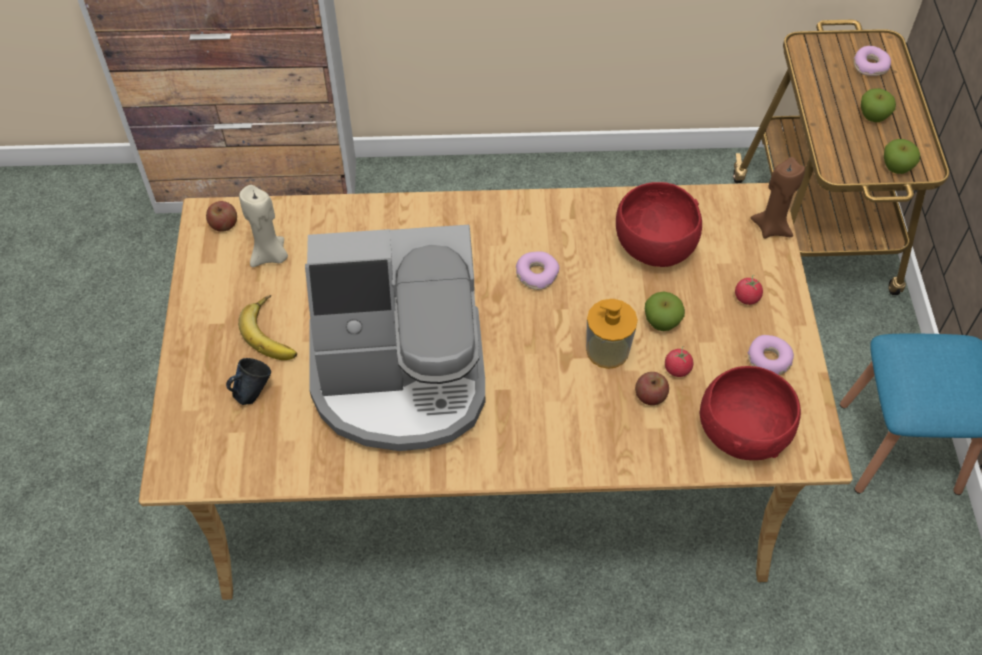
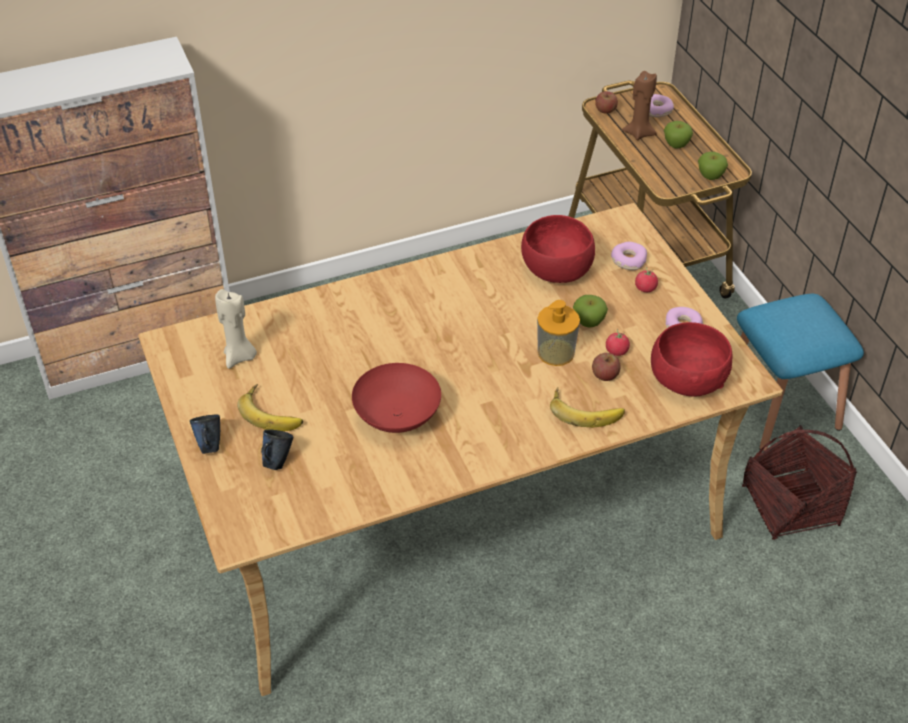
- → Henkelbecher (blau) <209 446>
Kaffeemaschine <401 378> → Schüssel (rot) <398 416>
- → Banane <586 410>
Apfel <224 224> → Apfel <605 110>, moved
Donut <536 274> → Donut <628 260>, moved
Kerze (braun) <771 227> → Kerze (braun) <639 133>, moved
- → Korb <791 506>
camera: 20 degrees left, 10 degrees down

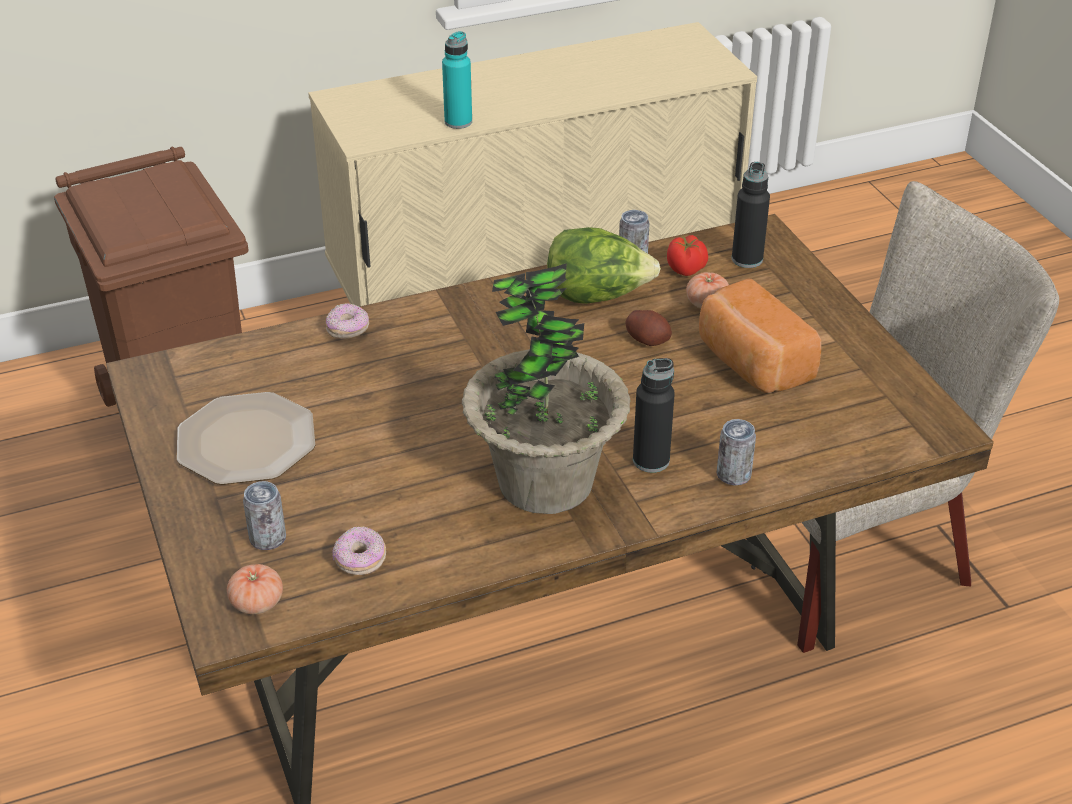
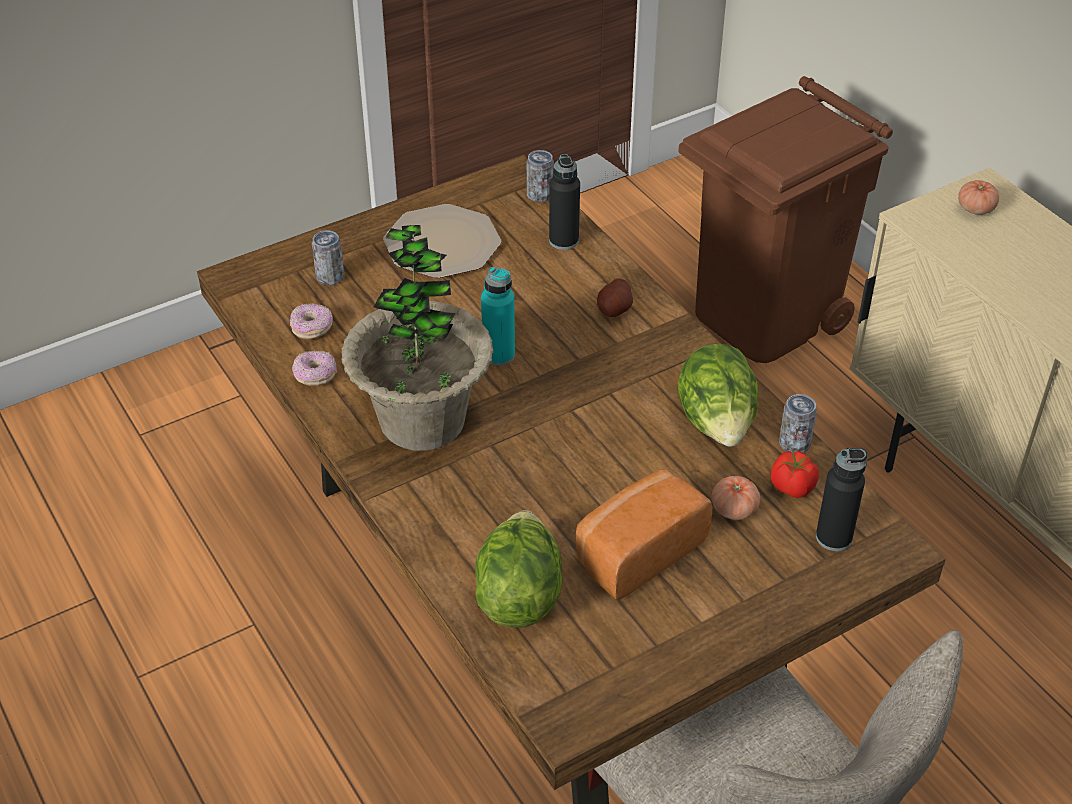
Donut <348 330> → Donut <315 376>, moved
- → Salatkopf <518 595>
Flasche (türkis) <458 122> → Flasche (türkis) <498 355>, moved
Dose <733 475> → Dose <540 195>, moved
Flasche (schwarz) <651 460> → Flasche (schwarz) <563 241>, moved
Kartoffel <648 340> → Kartoffel <614 309>, moved
Tomate <257 602> → Tomate <975 209>, moved
camera: 80 degrees right, 5 degrees up

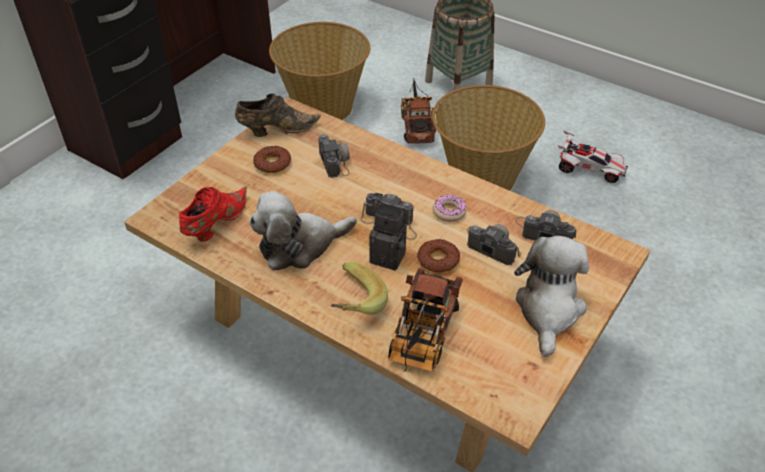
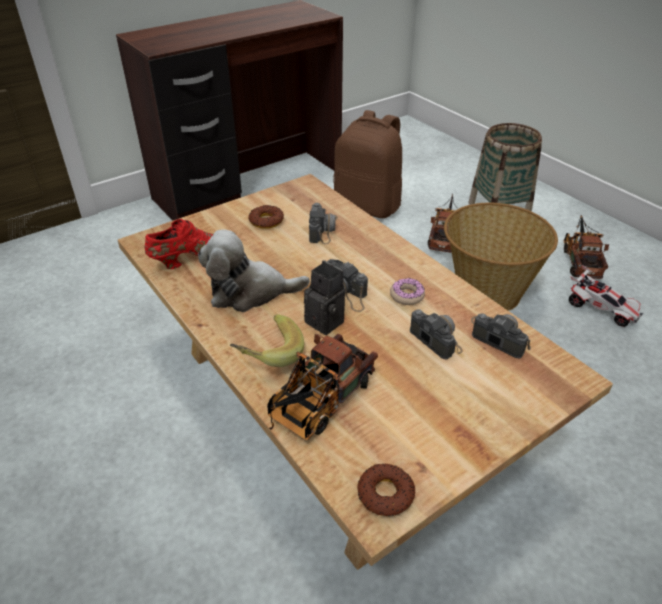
Korb <323 106> → Rucksack (braun) <368 206>
Donut <438 260> → Donut <385 493>, moved
- → Spielzeuglaster <580 260>
Schuh (braun) <276 130> → -
Plüschtier <548 310> → -
camera: 20 degrees right, 5 degrees down

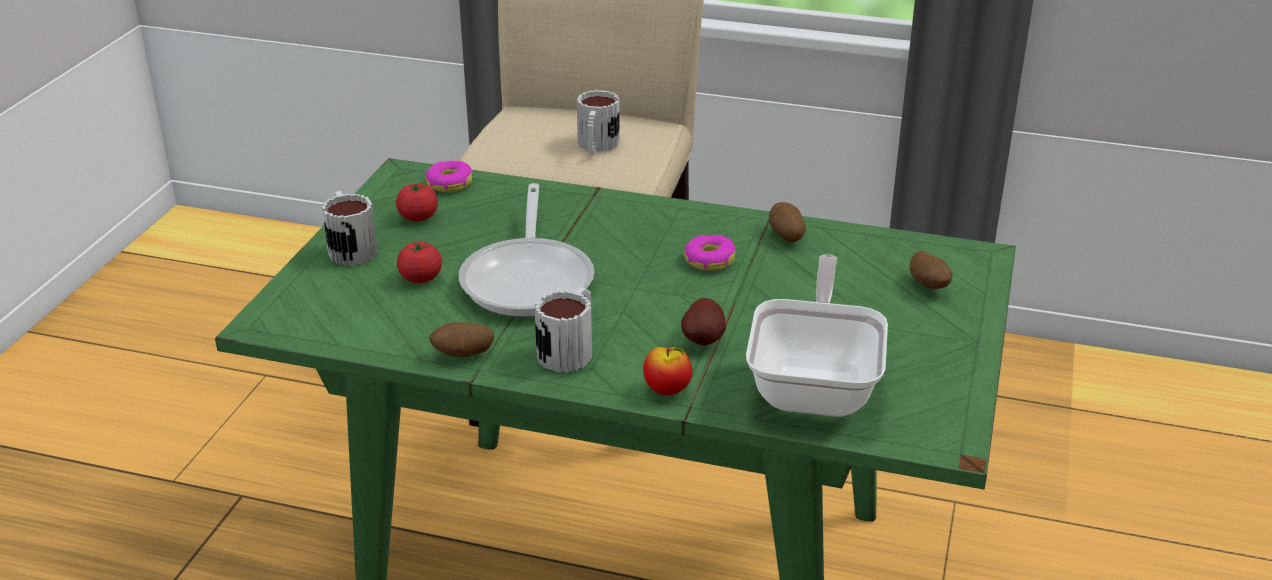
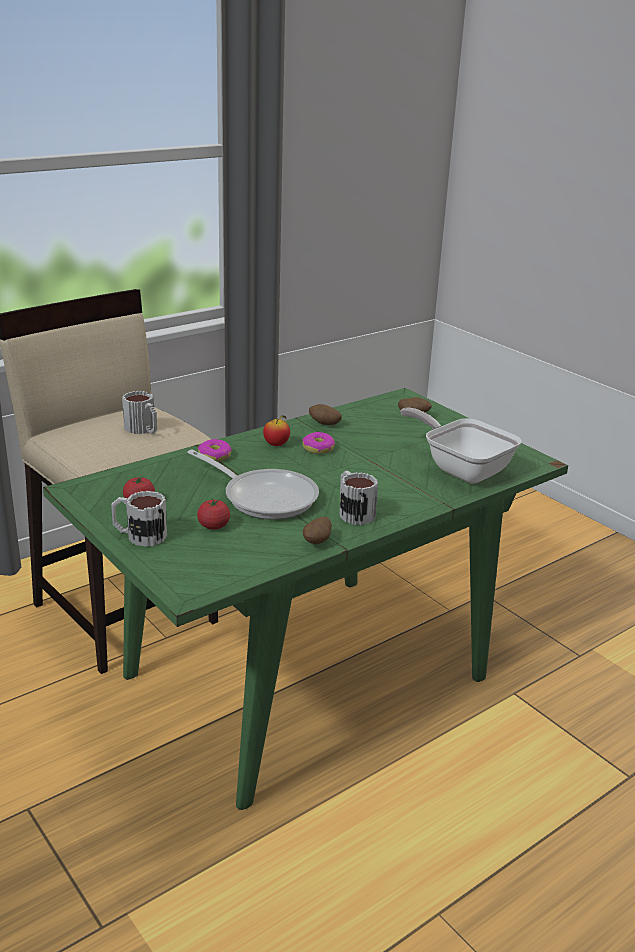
Donut <449 183> → Donut <214 456>, moved
Apfel <667 390> → Apfel <276 444>, moved
Kartoffel <704 340> → -
camera: 55 degrees left, 5 degrees down

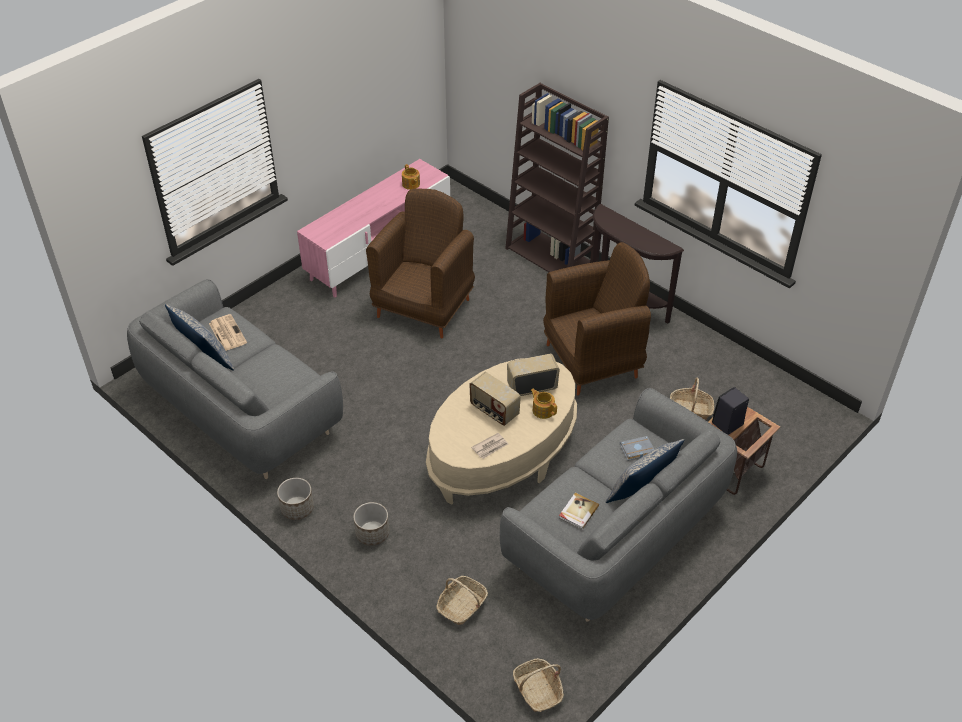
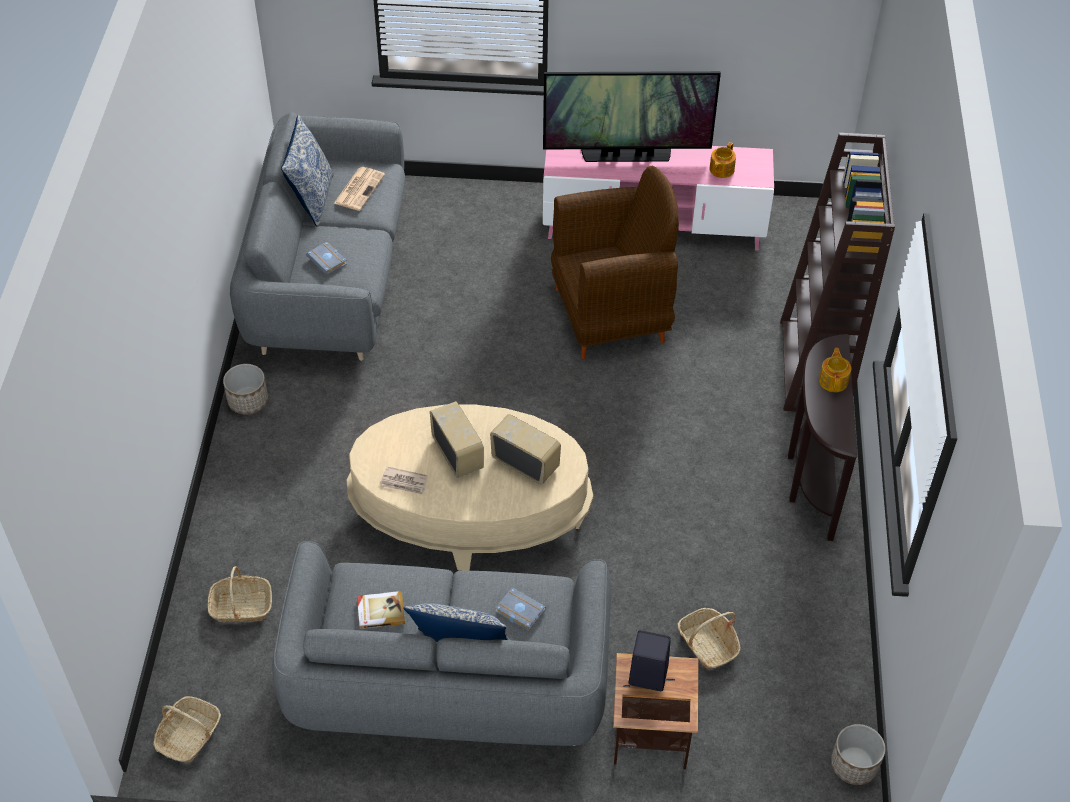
- → Buch (grau) <328 261>
Radio <494 411> → Radio <458 454>, 150 degrees clockwise
- → Fernseher <626 155>
Teekanne <543 410> → Teekanne <833 380>, moved
Pflanzkübel <372 533> → Pflanzkübel <854 765>, moved
Sessel (braun) <593 360> → -
camera: 50 degrees right, 5 degrees up

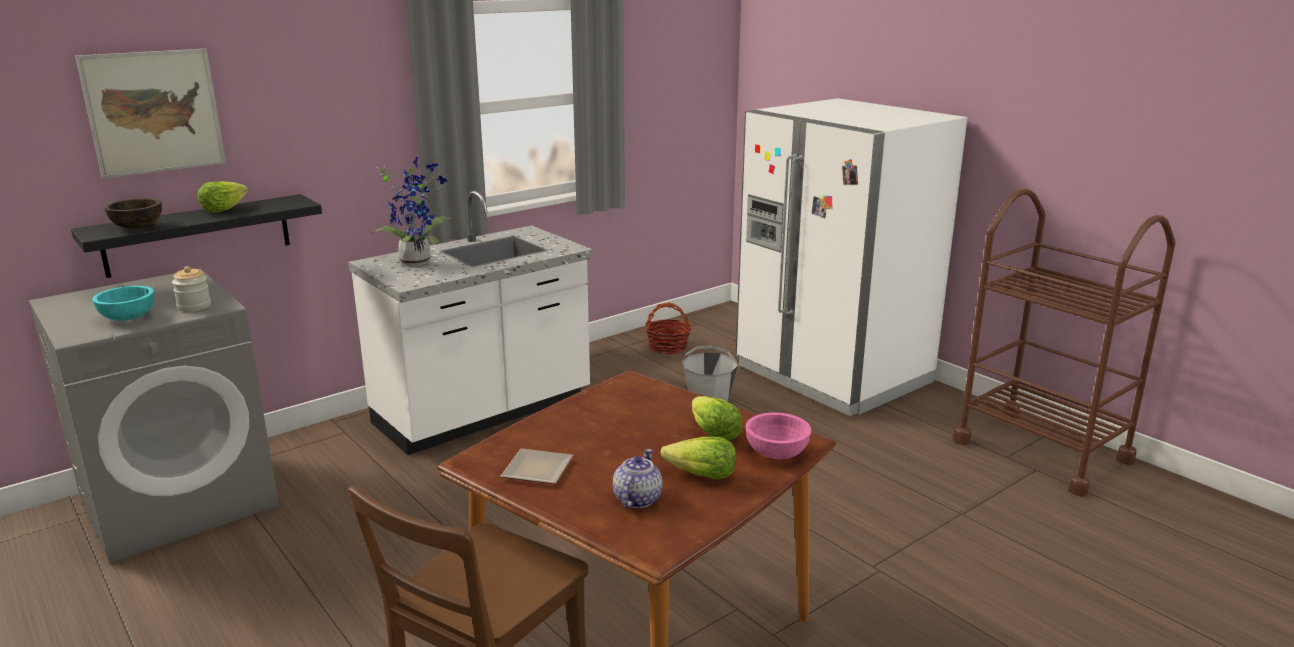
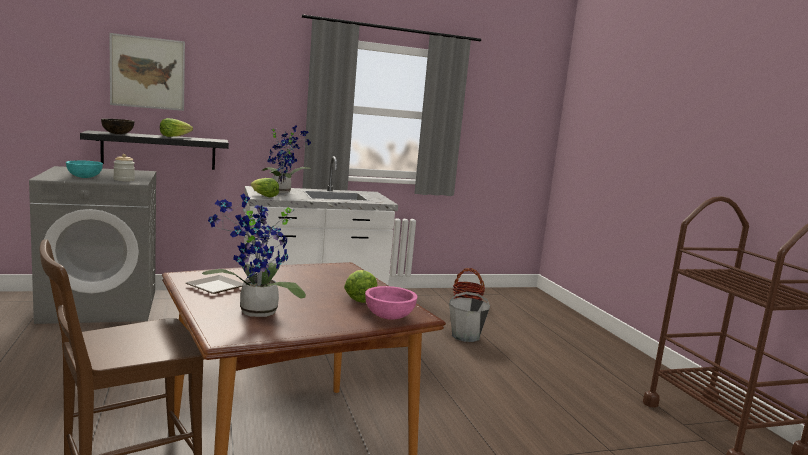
Teekanne <636 499> → Topfpflanze <254 313>
Salatkopf <701 475> → Salatkopf <263 196>, moved
Kühlschrank (weiß) <832 375> → -
camera: 20 degrees right, 10 degrees down

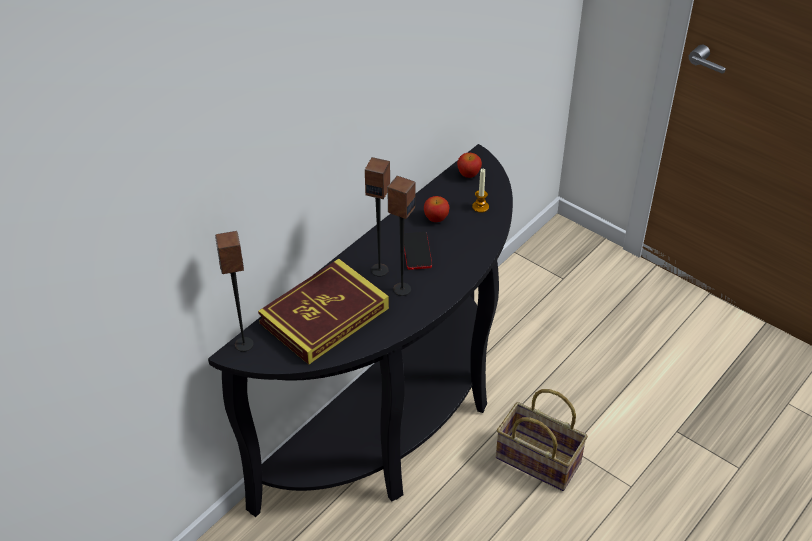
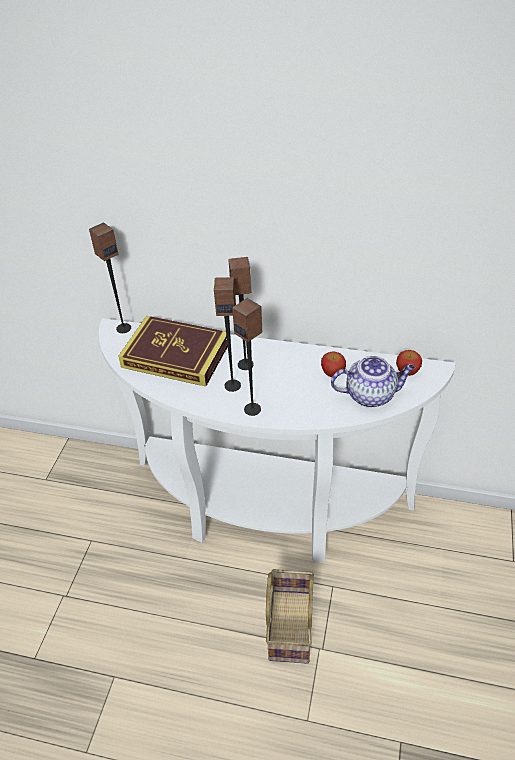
Konsolentisch (schwarz) <399 425> → Konsolentisch (weiß) <265 511>
- → Lautsprecher <252 409>
Kerze <480 207> → Teekanne <371 395>
Handy <417 251> → -
camera: 65 degrees right, 0 degrees up

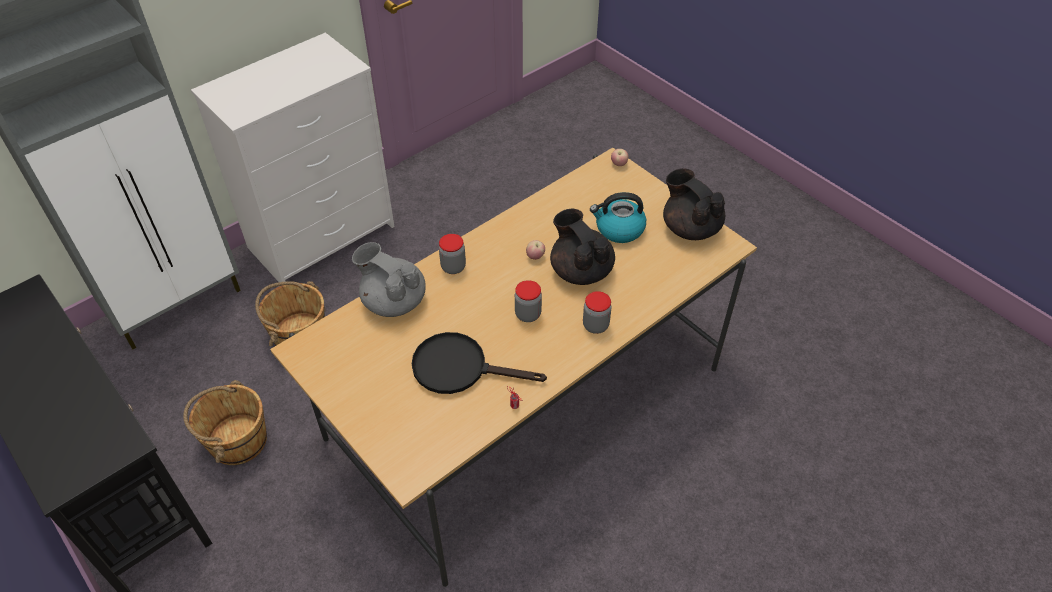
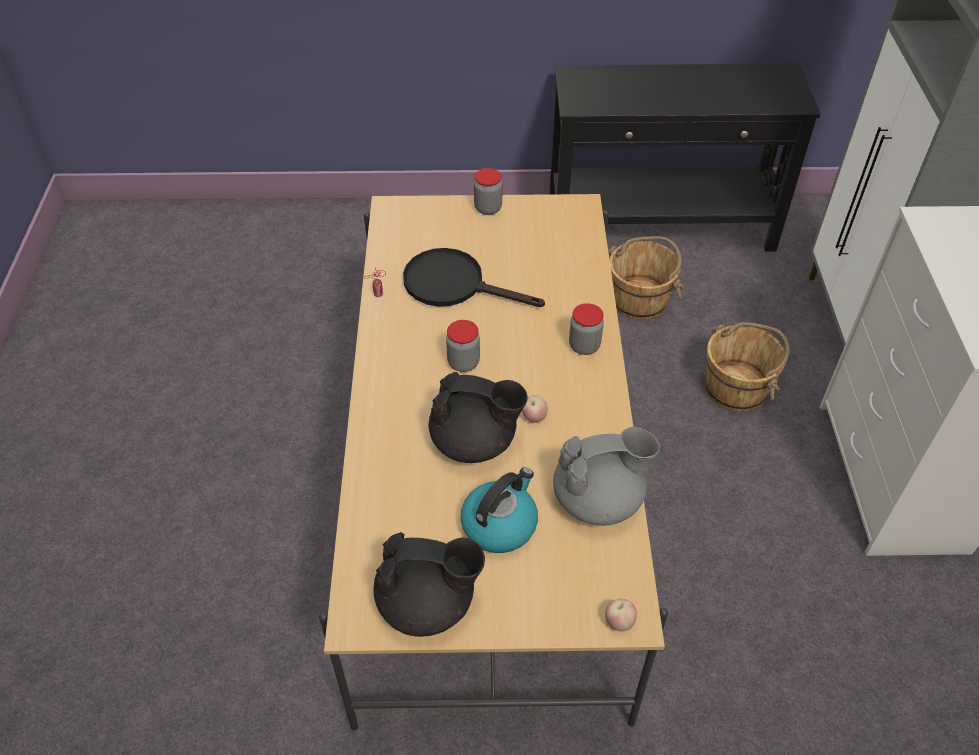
Pfanne (schwarz) <460 368> → Pfanne (schwarz) <455 285>, 120 degrees counterclockwise
Vorratsglas <595 325> → Vorratsglas <488 208>, moved
Teekanne (grau) <393 301> → Teekanne (grau) <599 499>, moved
camera: 130 degrees right, 0 degrees up

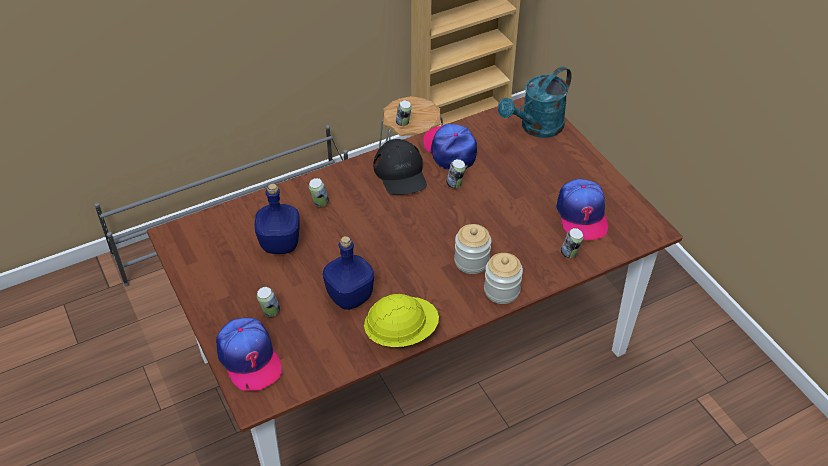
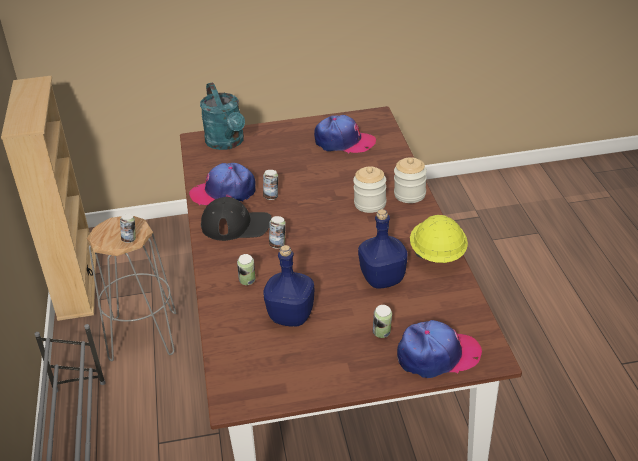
Dose <570 254> → Dose <278 245>, moved
camera: 70 degrees left, 10 degrees down

